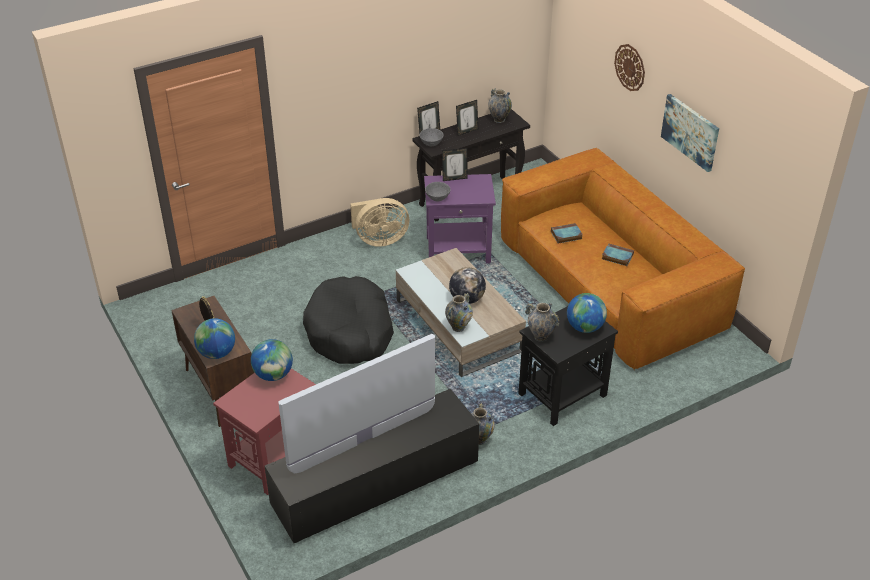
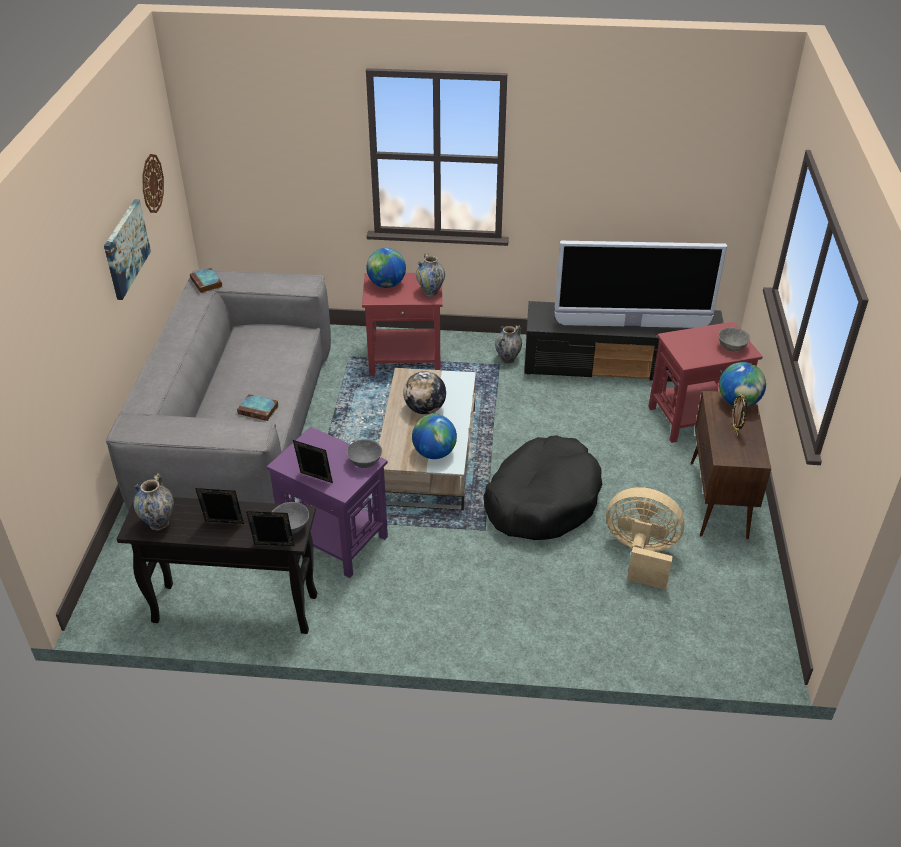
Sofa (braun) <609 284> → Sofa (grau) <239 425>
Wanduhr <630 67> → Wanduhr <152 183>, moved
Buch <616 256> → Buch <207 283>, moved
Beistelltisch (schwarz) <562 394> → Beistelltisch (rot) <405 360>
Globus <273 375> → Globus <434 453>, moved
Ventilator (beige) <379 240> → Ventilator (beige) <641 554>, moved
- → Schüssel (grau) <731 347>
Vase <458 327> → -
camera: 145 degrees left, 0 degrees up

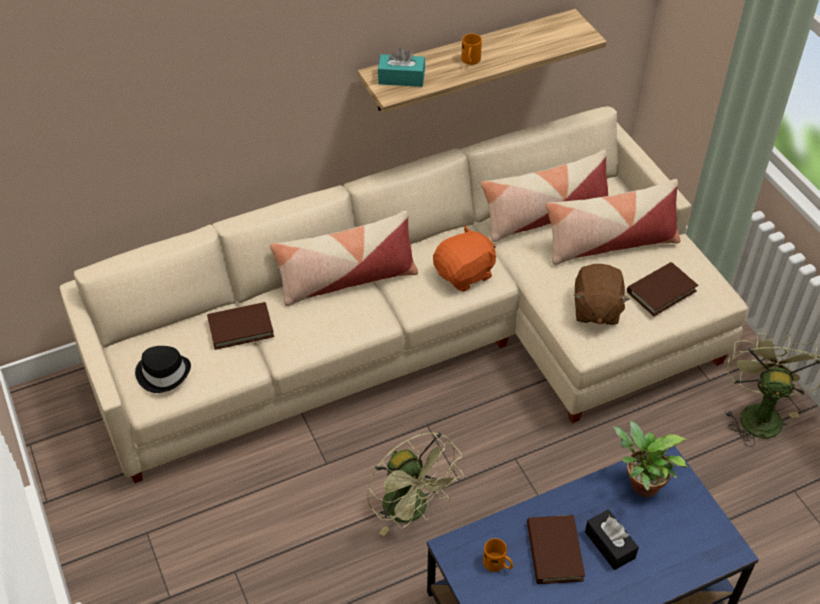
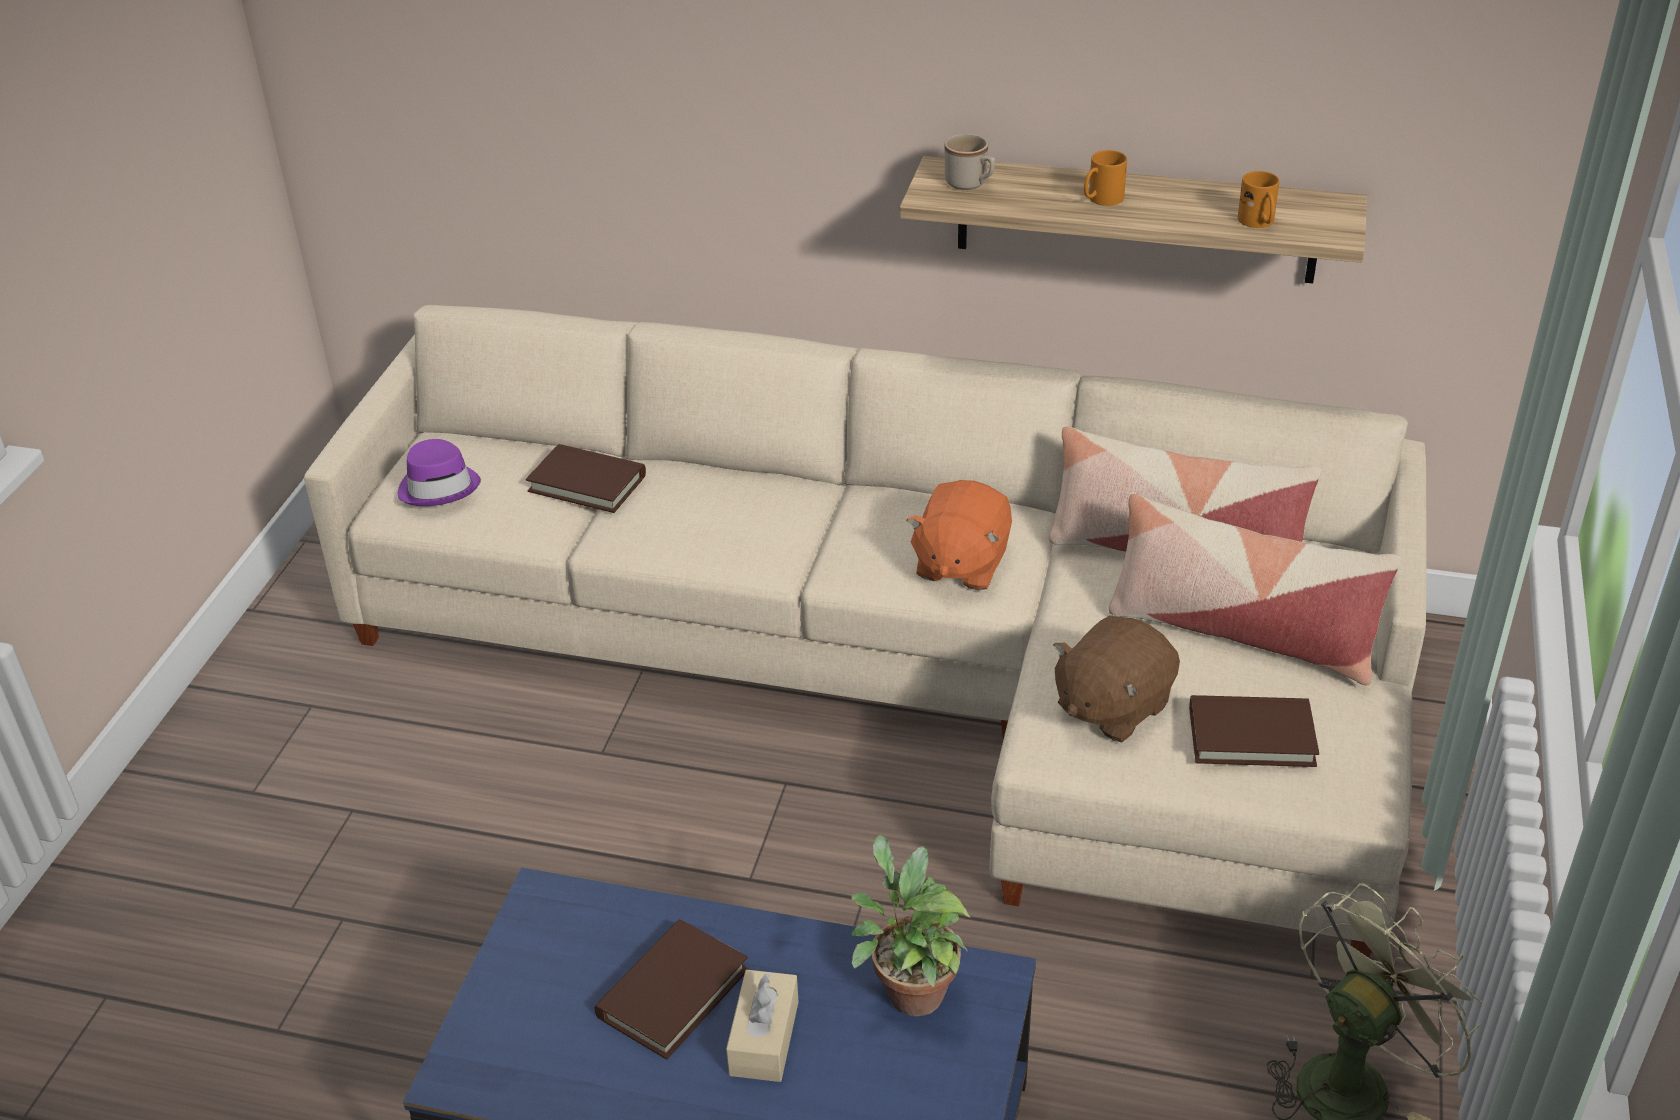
Hut (schwarz) <163 373> → Hut (lila) <439 487>
Taschentuchbox (schwarz) <609 545> → Taschentuchbox (beige) <764 1038>
Plüschtier (orange) <465 274> → Plüschtier (orange) <960 564>, 105 degrees clockwise
Taschentuchbox (türkis) <401 78> → Henkelbecher (beige) <970 184>
Henkelbecher (orange) <498 564> → Henkelbecher (orange) <1259 223>, moved
Kissen <346 279> → -
Ventilator (grün) <412 511> → -
camera: 40 degrees right, 10 degrees down

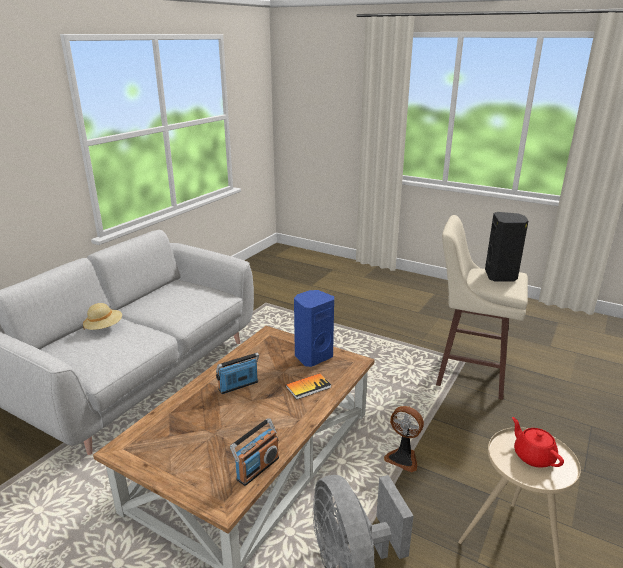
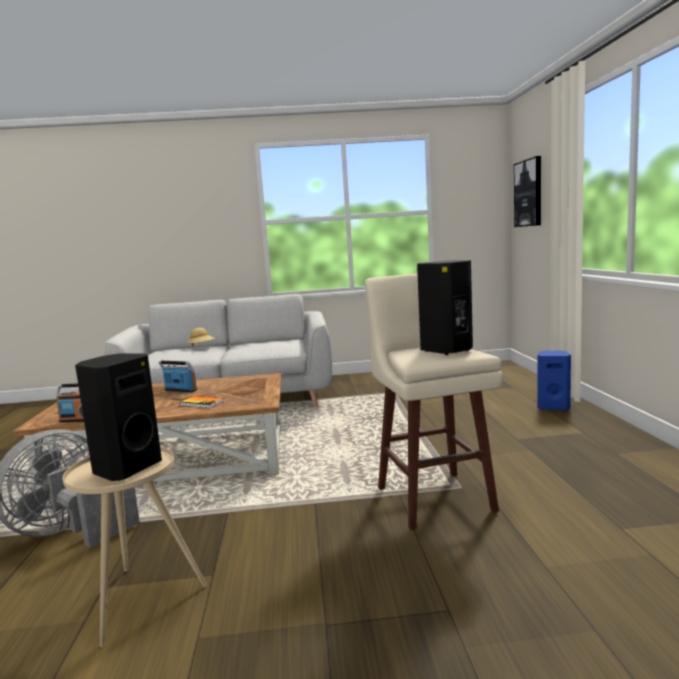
Teekanne (rot) <533 456> → Lautsprecher (schwarz) <126 468>
- → Bild <528 193>
Lautsprecher (blau) <312 356> → Lautsprecher (blau) <553 407>, moved
Ventilator <402 458> → -
camera: 55 degrees right, 15 degrees down

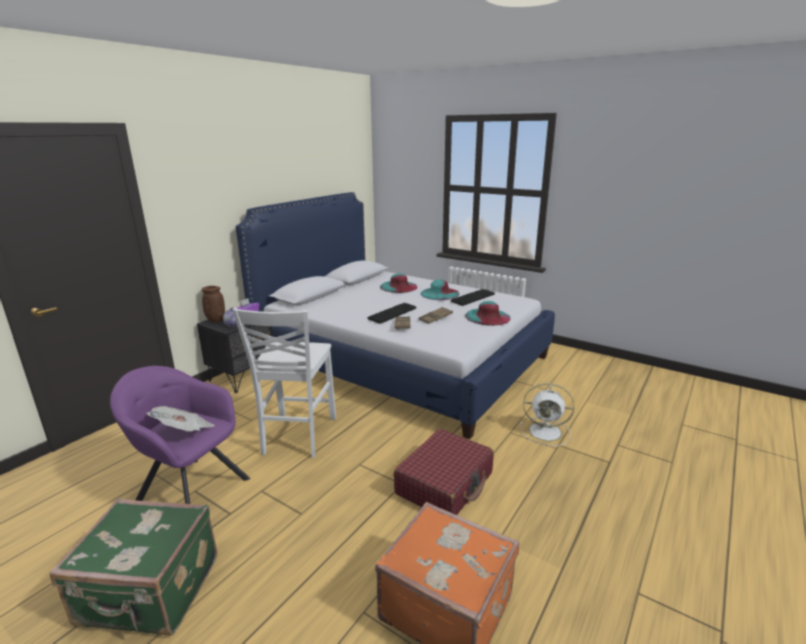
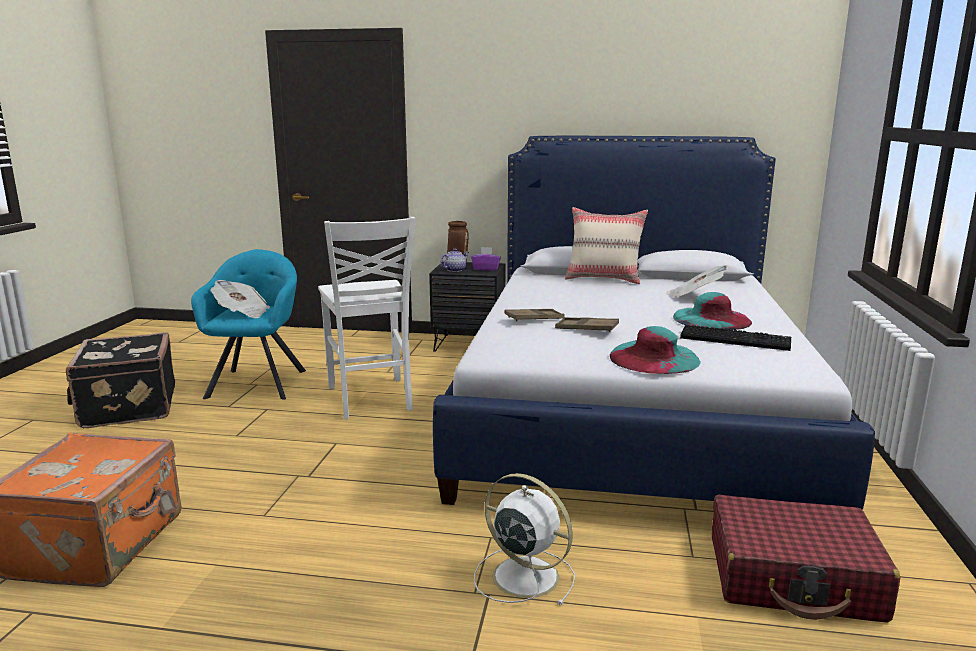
Koffer (grün) <150 593> → Koffer (schwarz) <127 408>
Sessel (lila) <190 489> → Sessel (türkis) <258 382>
Stuhl (weiß) <297 436> → Stuhl (weiß) <371 399>, 90 degrees counterclockwise
Ventilator (weiß) <546 432> → Ventilator (weiß) <523 575>, 135 degrees clockwise
- → Kissen (beige) <604 279>
Hut (türkis) <398 287> → Zeitung <695 296>
Koffer (rot) <445 483> → Koffer (rot) <793 578>, moved
Tastatur <392 313> → -
camera: 65 degrees right, 5 degrees down

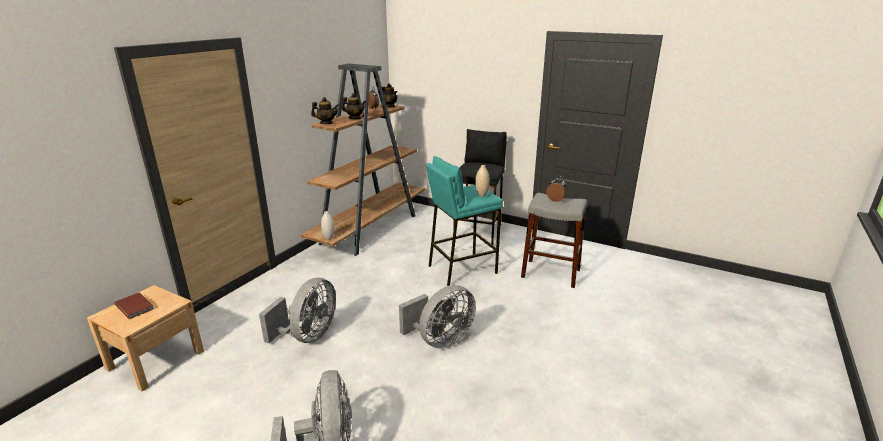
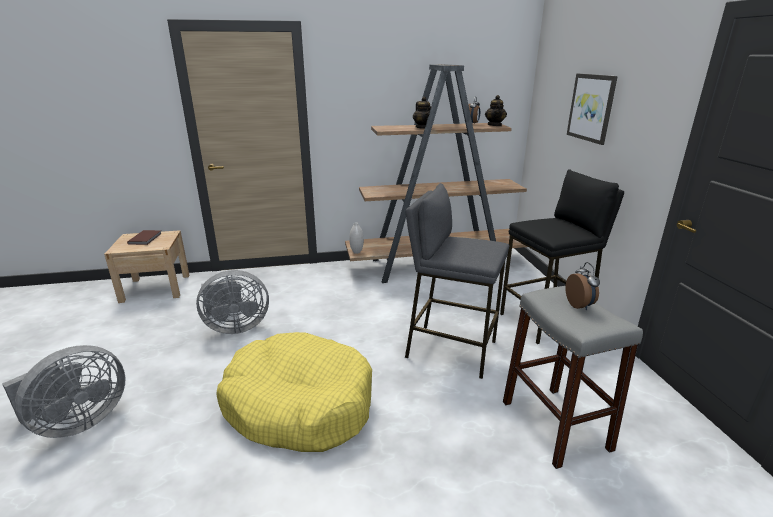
Ventilator (grau) <440 340> → Hundebett (gelb) <299 404>
Hocker (türkis) <461 269> → Hocker (grau) <450 349>
- → Bild <591 107>
Teekanne <326 123> → -
Vase (beige) <481 195> → -
camera: 50 degrees right, 0 degrees up

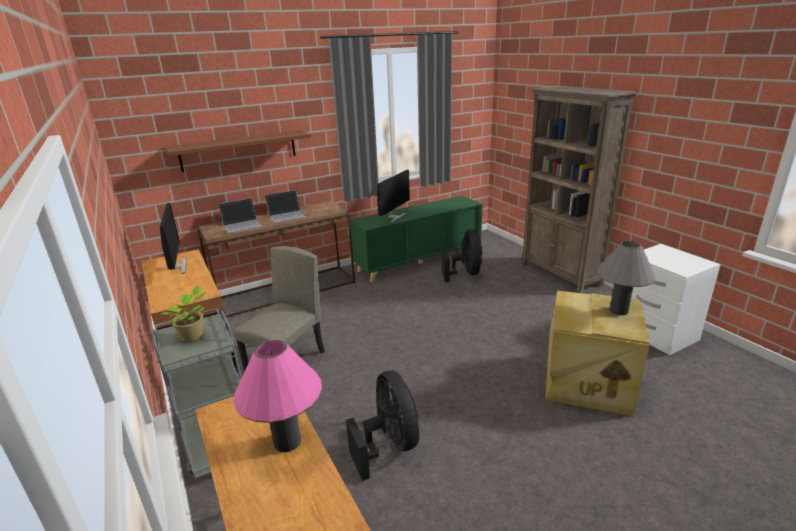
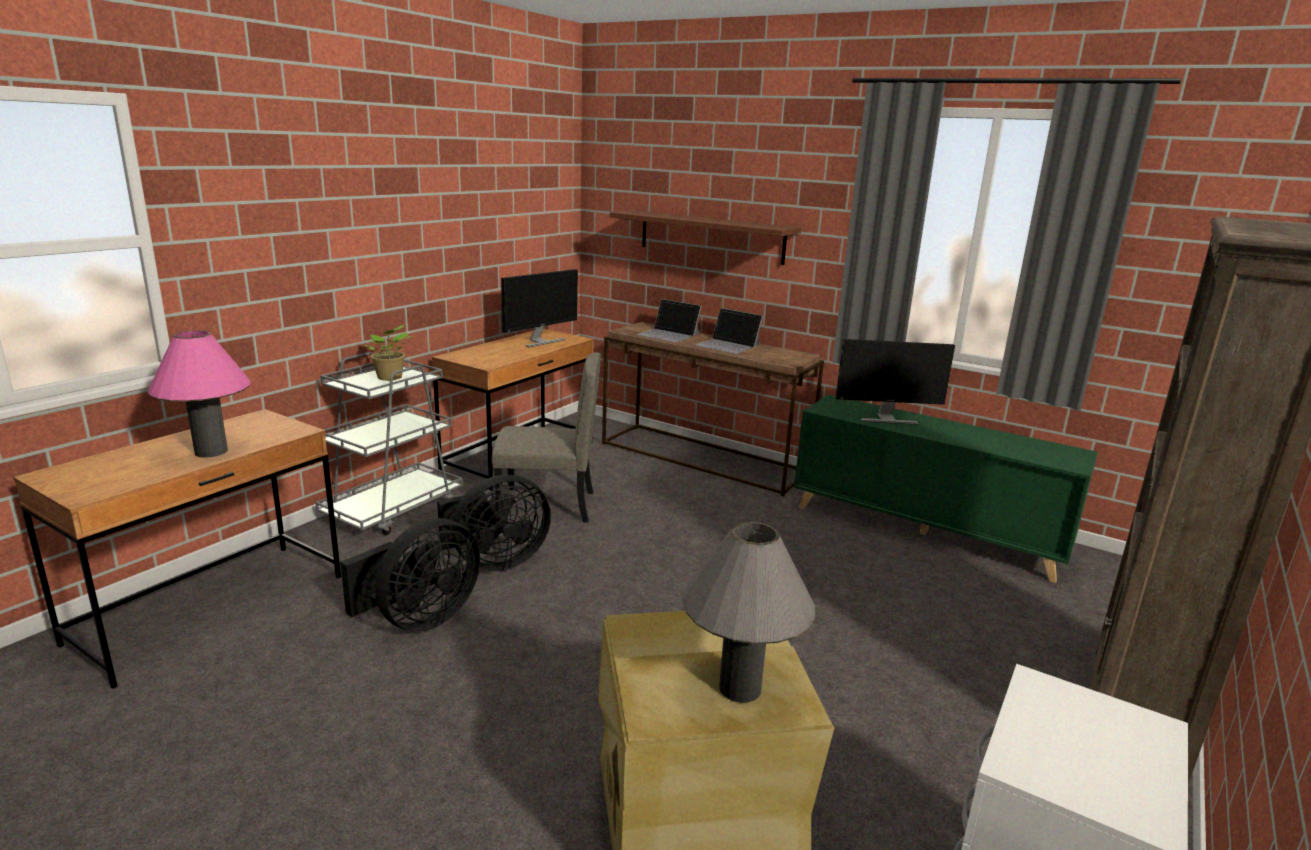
Ventilator (schwarz) <465 274> → Ventilator (schwarz) <495 562>, moved
camera: 60 degrees right, 5 degrees down

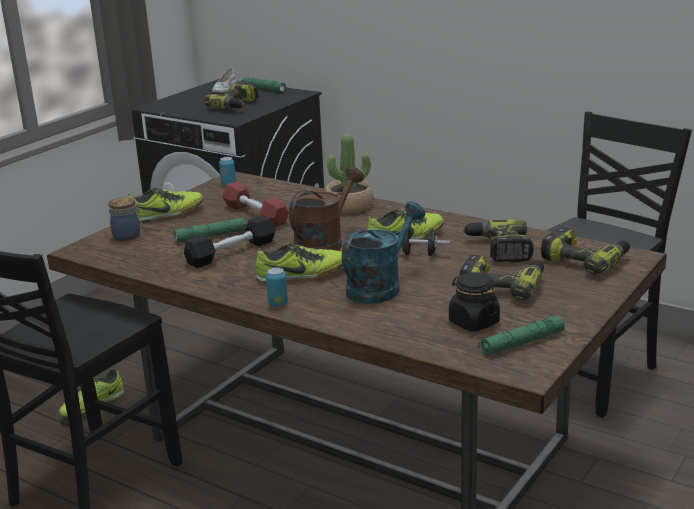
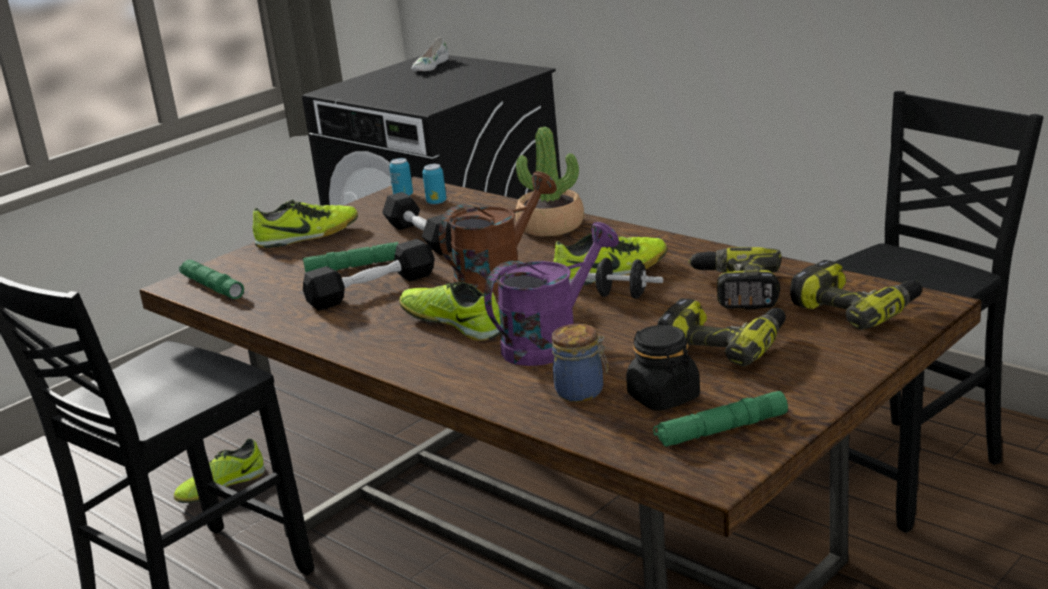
Taschenlampe (grün) <263 89> → Taschenlampe (grün) <212 287>, moved
Hantel (rot) <255 214> → Hantel (schwarz) <423 237>
Schuh <302 275> → Schuh <452 323>, 135 degrees counterclockwise
Dose <278 304> → Dose <436 202>, moved
Gießkanne (türkis) <379 287> → Gießkanne (lila) <551 342>
Vorratsglas <128 236> → Vorratsglas <582 392>, moved
Bohrmaschine <236 106> → -
camera: 10 degrees right, 0 degrees up

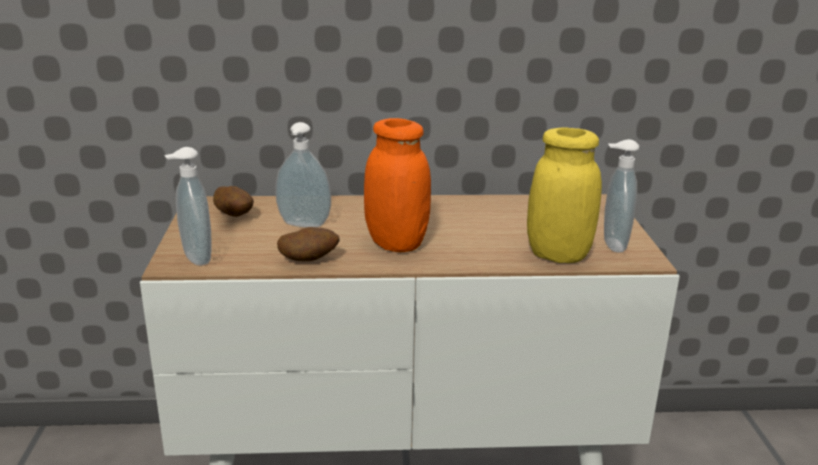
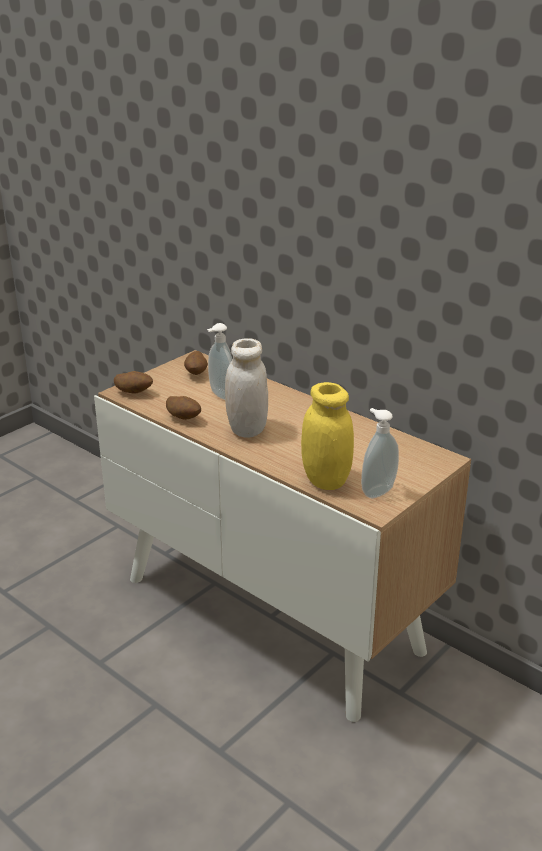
Seifenspender <194 259> → Kartoffel <134 393>
Vorratsglas (orange) <396 244> → Vorratsglas (weiß) <247 429>
camera: 45 degrees right, 5 degrees up

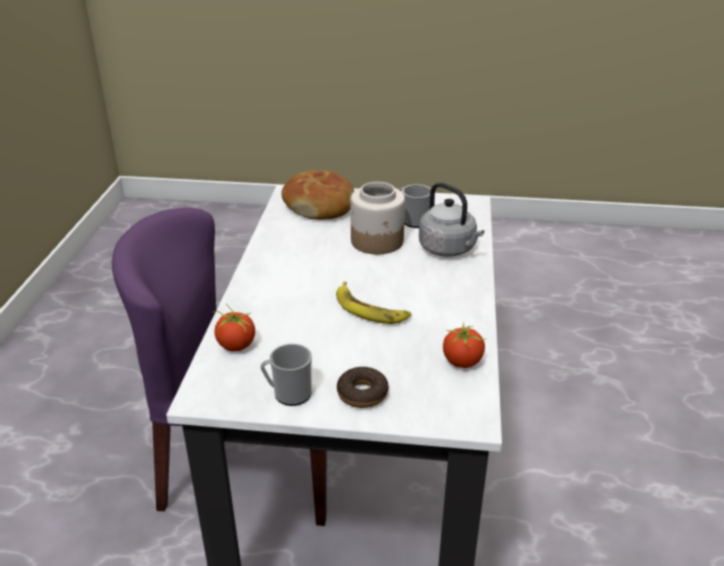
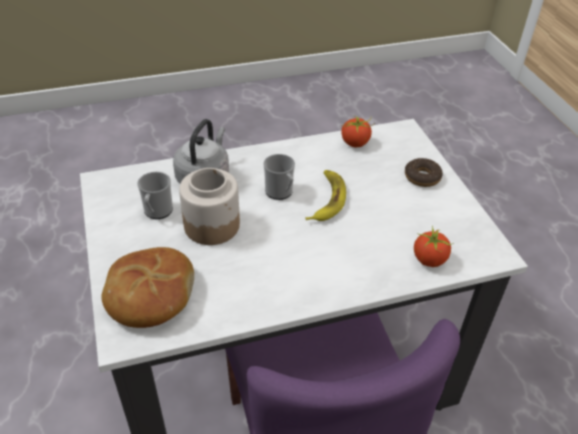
Henkelbecher <288 394> → Henkelbecher <280 193>, moved
camera: 115 degrees left, 10 degrees up

